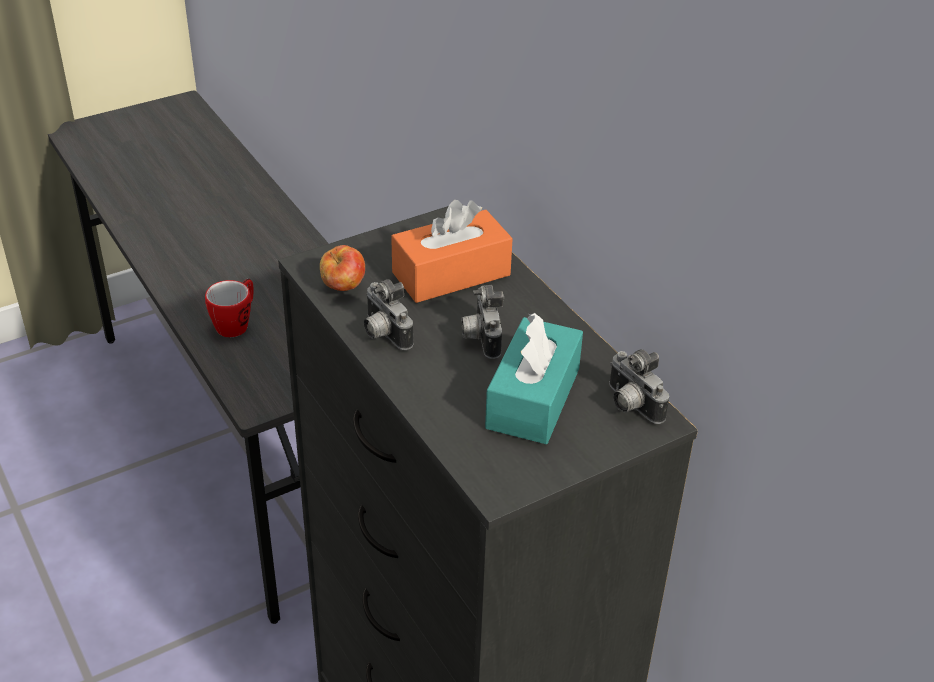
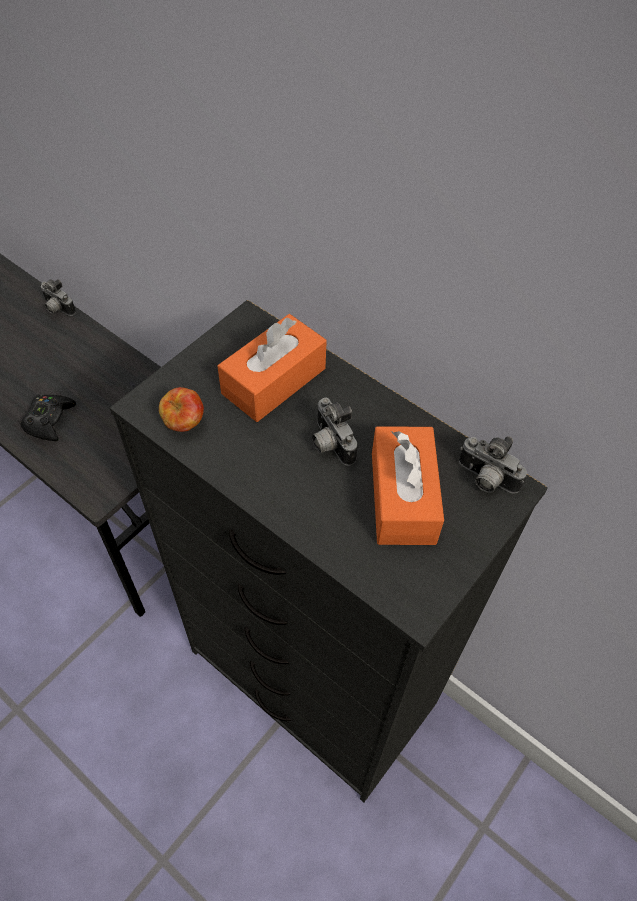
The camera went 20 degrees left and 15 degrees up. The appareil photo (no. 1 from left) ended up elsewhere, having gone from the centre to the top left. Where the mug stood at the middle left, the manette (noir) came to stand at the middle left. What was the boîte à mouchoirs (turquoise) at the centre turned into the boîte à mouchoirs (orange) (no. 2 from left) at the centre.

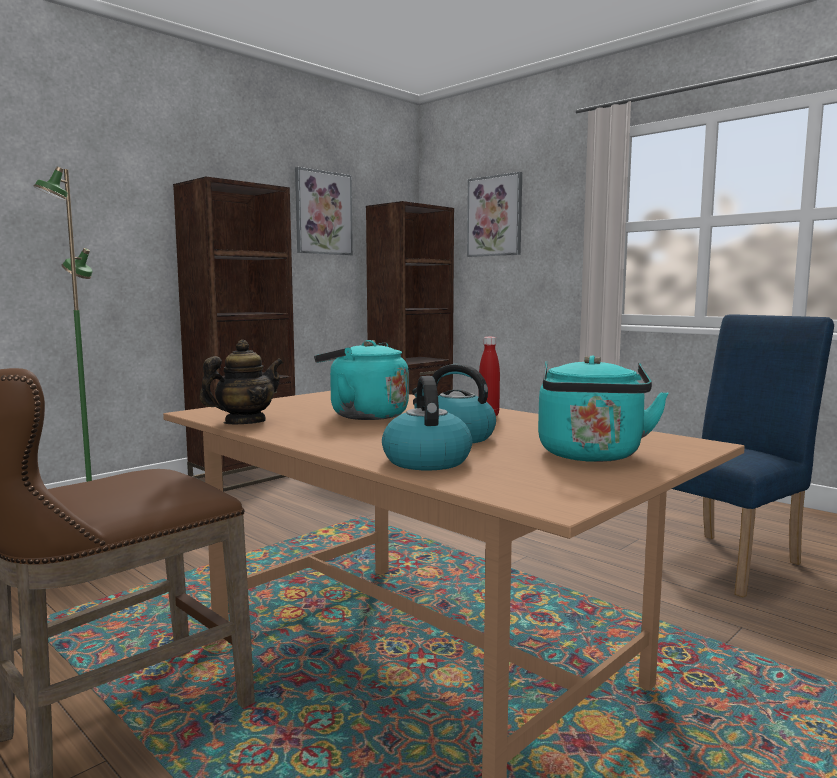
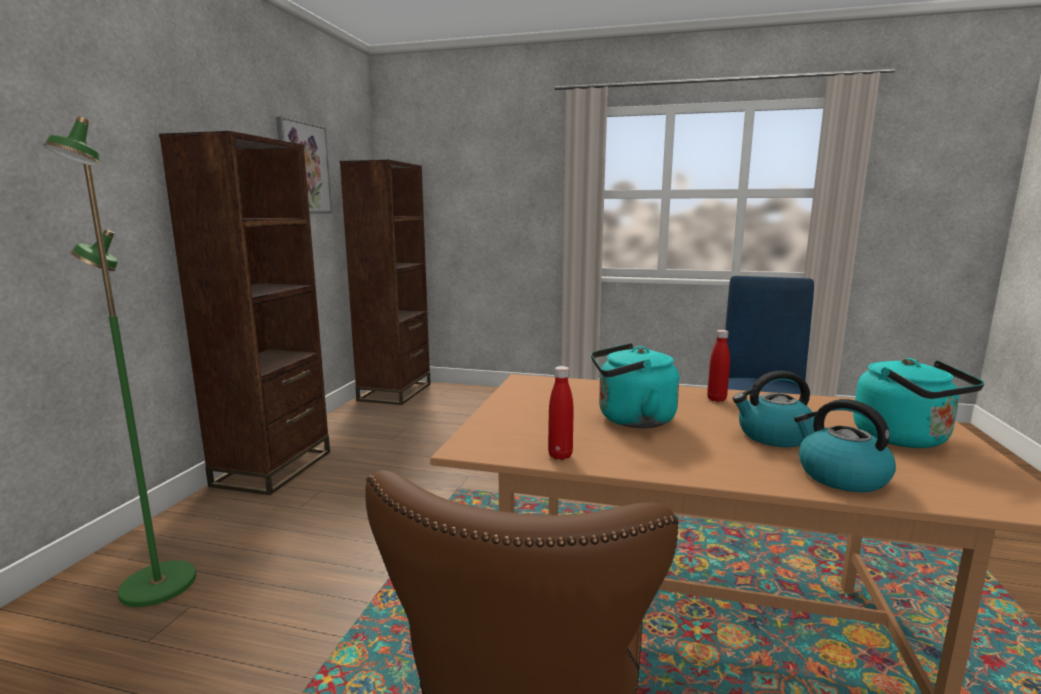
The camera went 30 degrees left and 5 degrees up. The second view lost the tableau (no. 2 from left) at the top centre. Where the théière stood at the middle left, the bouteille (rouge) (no. 1 from left) came to stand at the centre.

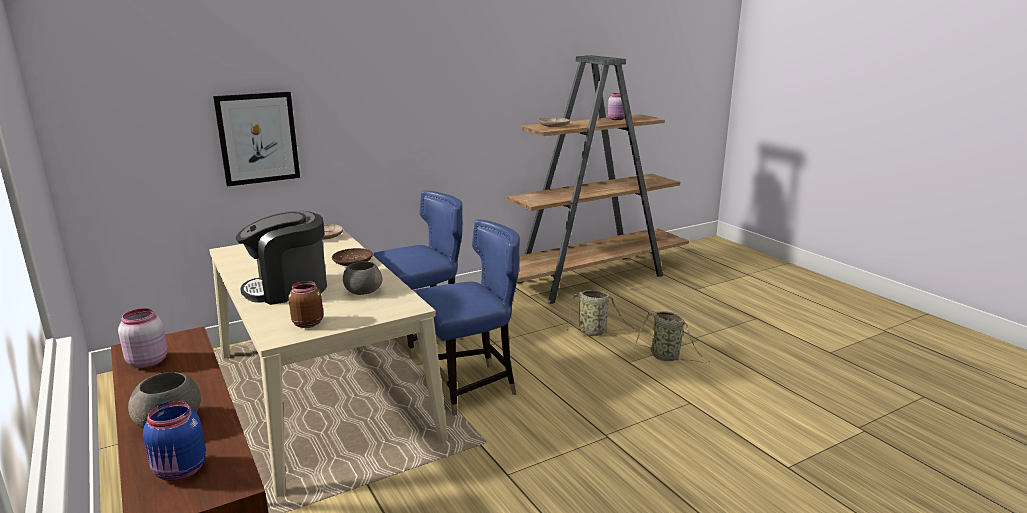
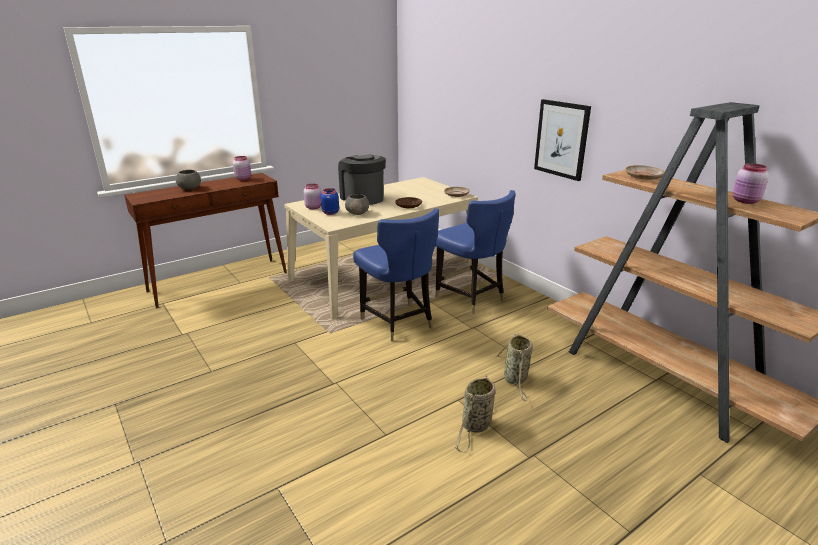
The camera went 85 degrees right and 5 degrees up. The bocal (bleu) ended up elsewhere, having gone from the bottom left to the centre. The tableau ended up elsewhere, having gone from the top left to the top right. What was the bocal (marron) at the middle left turned into the bocal (rose) (no. 2 from left) at the centre.

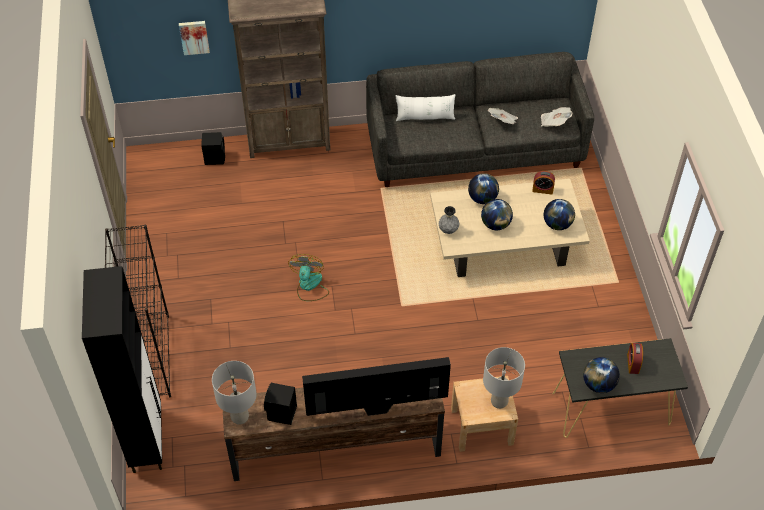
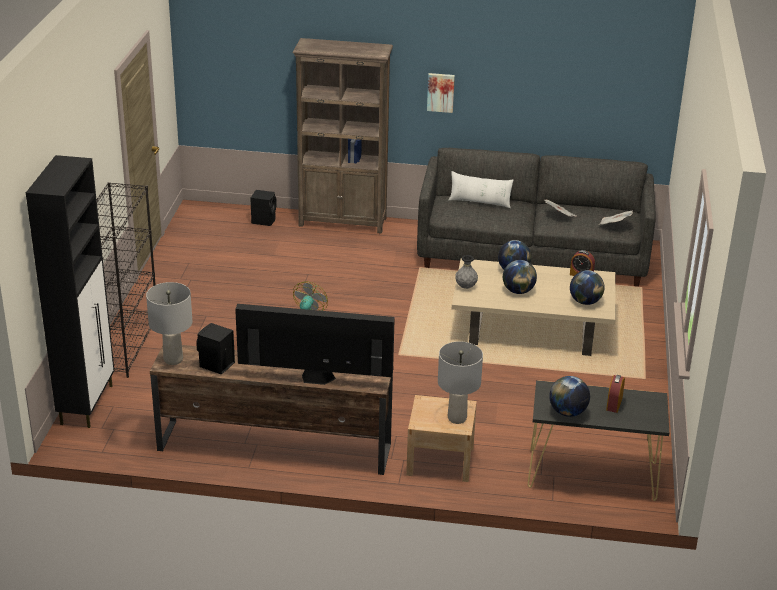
The camera went 15 degrees right and 20 degrees down. The tableau ended up elsewhere, having gone from the top left to the top centre.

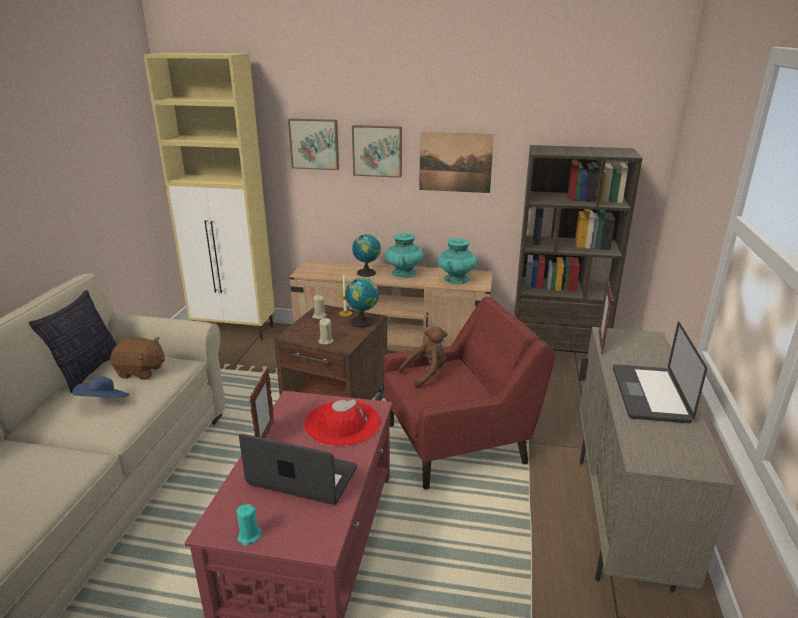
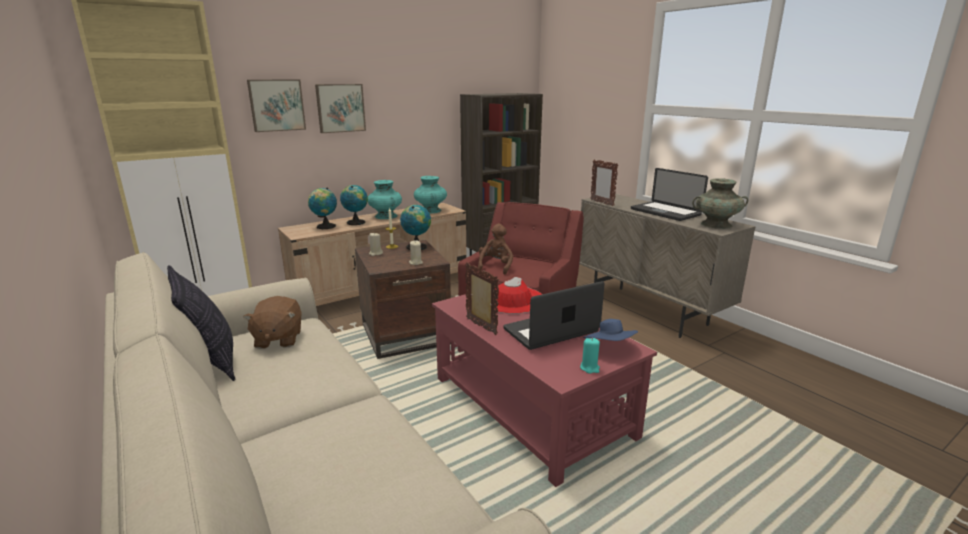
The camera went 45 degrees left and 5 degrees down. The second view lost the tableau (no. 3 from left) at the top centre. The second view gained the globe (no. 1 from left) at the middle left. The second view gained the vase (turquoise) (no. 3 from left) at the middle right. The chapeau (bleu) ended up elsewhere, having gone from the middle left to the centre. The peluche (marron) (no. 1 from left) at the middle left ended up facing another way, 120 degrees clockwise from before.

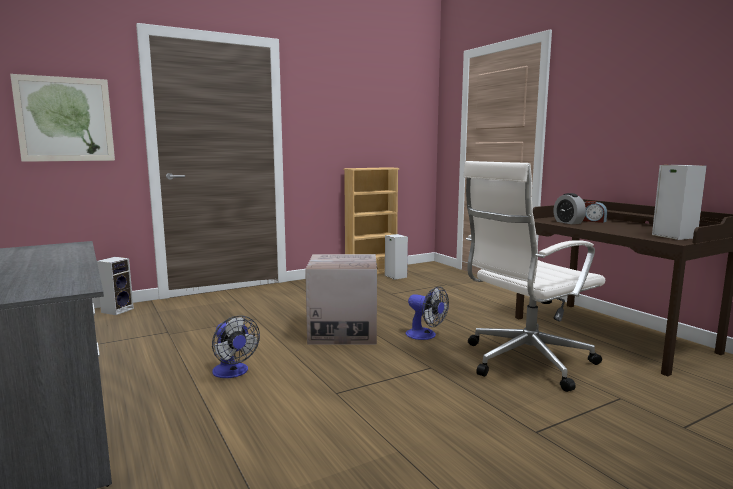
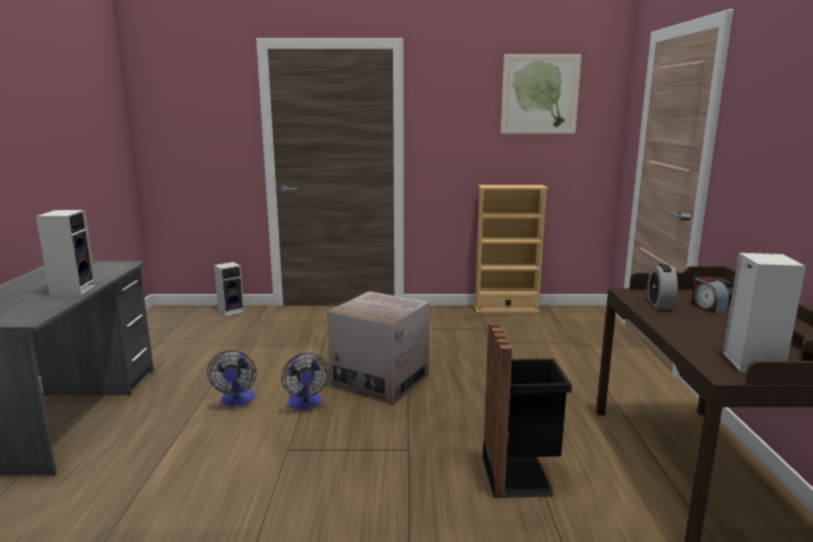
The camera went 30 degrees right and 5 degrees up. The tableau ended up elsewhere, having gone from the top left to the top centre. The enceinte (no. 2 from left in the first image) ended up elsewhere, having gone from the centre to the middle left. The ventilateur (no. 2 from left) ended up elsewhere, having gone from the centre to the bottom centre. Where the chaise de bureau (blanc) stood at the middle right, the poubelle (noir) came to stand at the bottom centre.

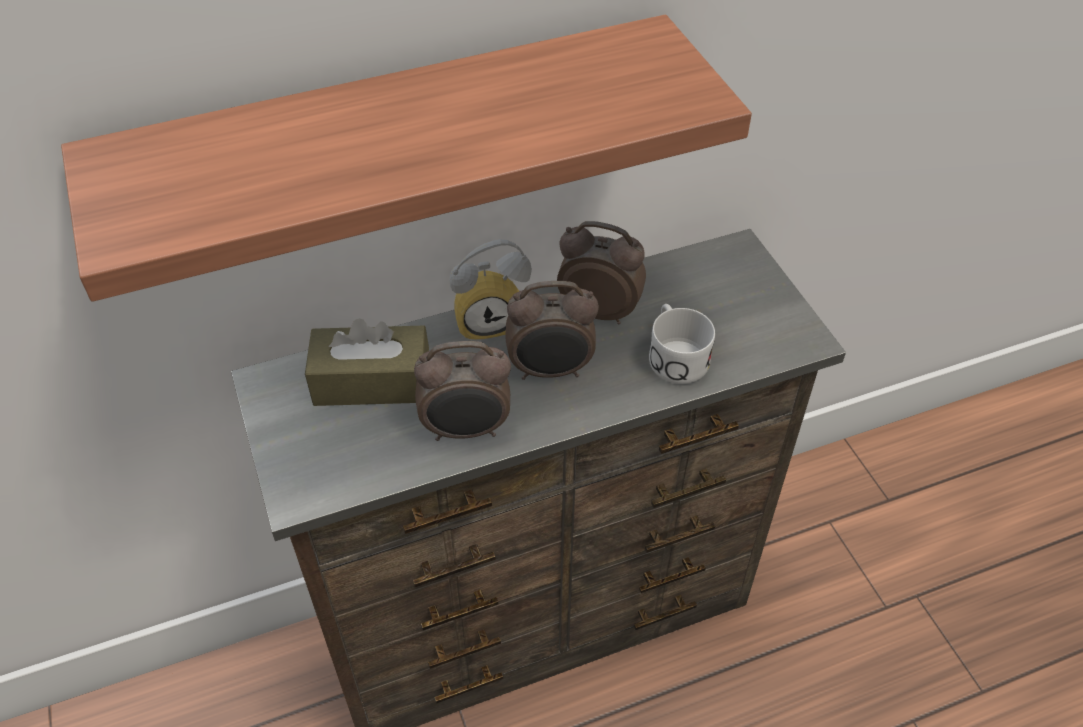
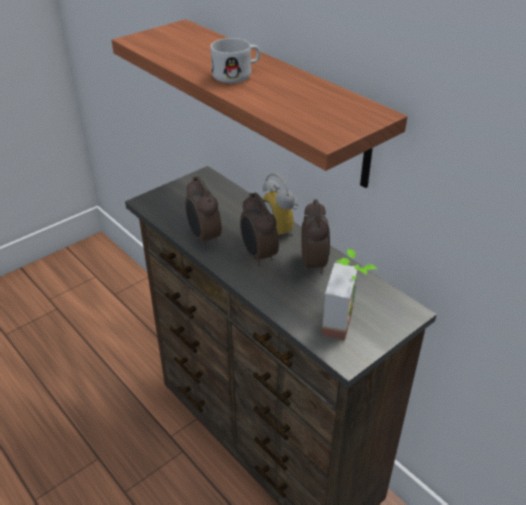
The camera went 70 degrees right and 10 degrees down. The second view lost the boîte à mouchoirs (marron) at the centre. The second view gained the plante en pot at the centre. The mug (blanc) ended up elsewhere, having gone from the centre to the top centre.

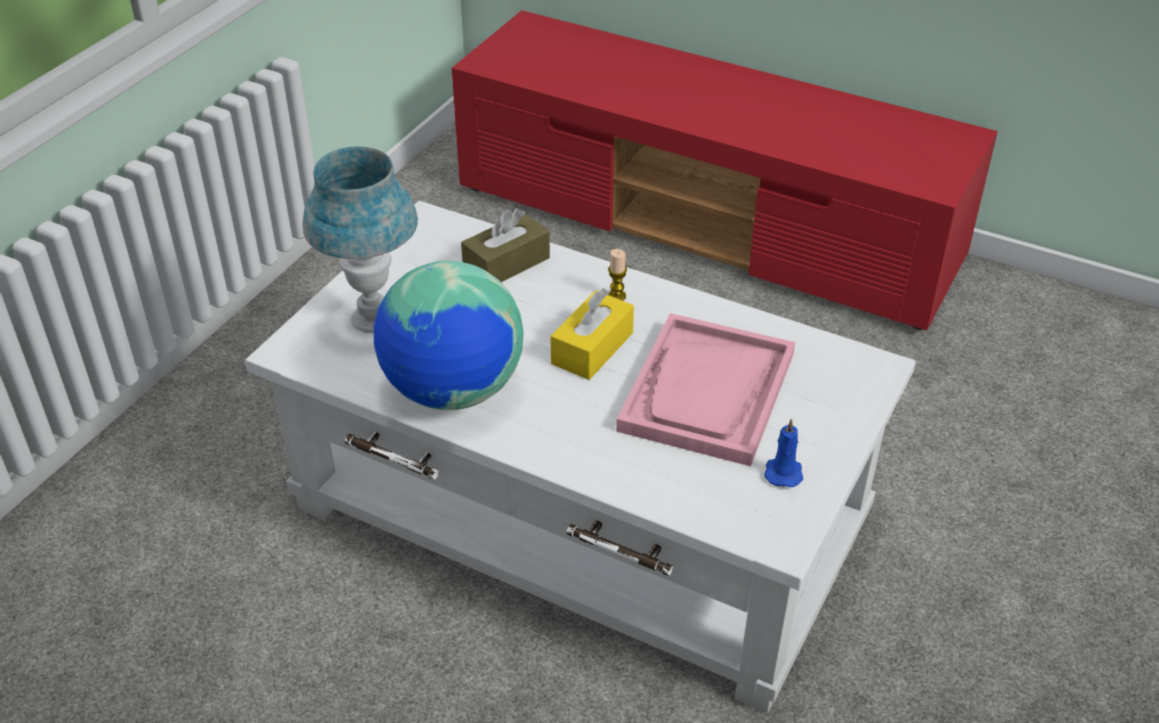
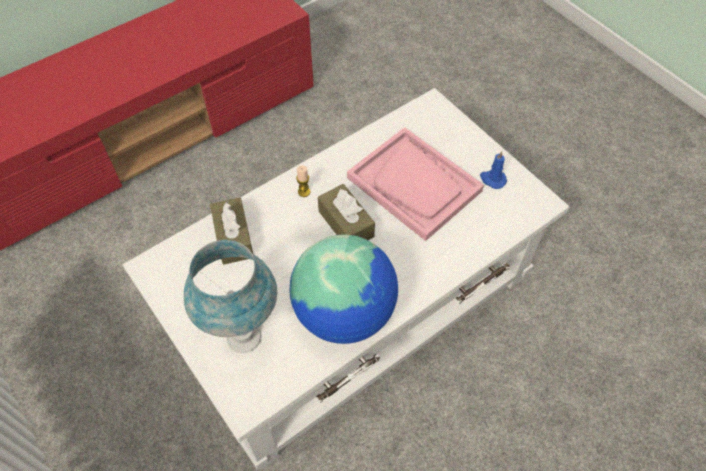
The camera went 65 degrees left and 15 degrees up. What was the boîte à mouchoirs (jaune) at the centre turned into the boîte à mouchoirs (marron) (no. 2 from left) at the centre.

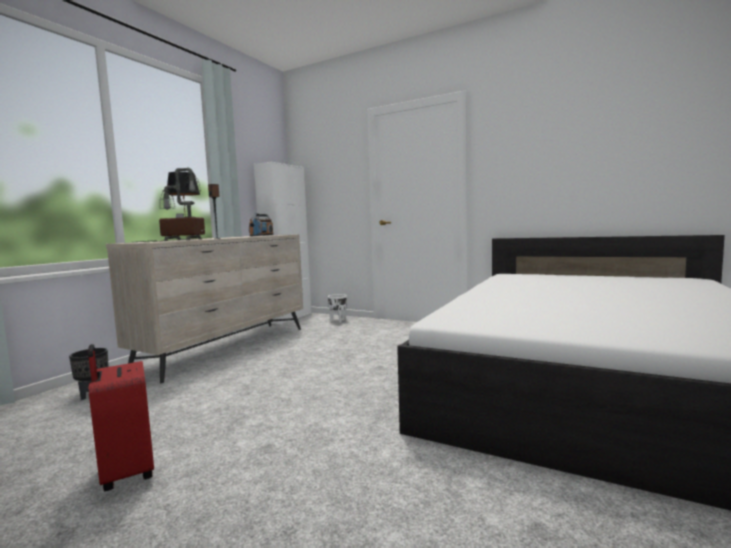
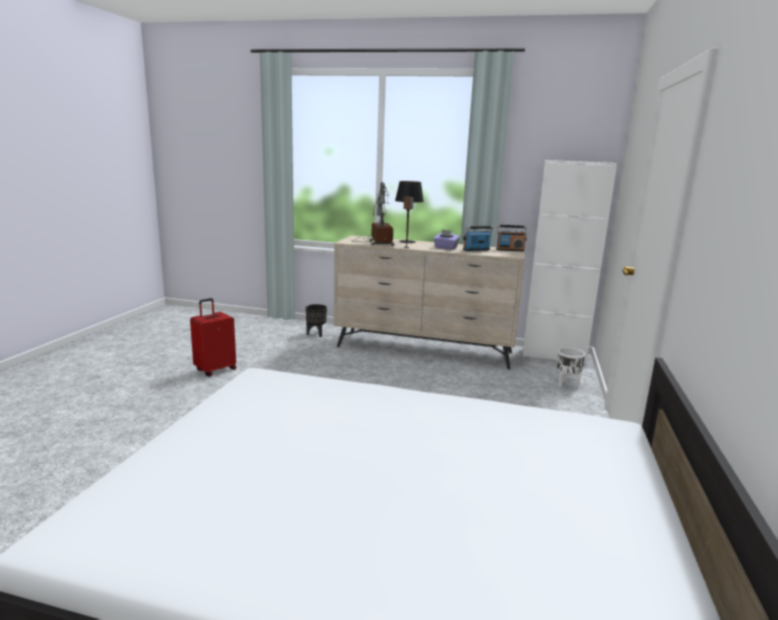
The camera went 75 degrees right and 10 degrees up. The second view gained the boîte à mouchoirs (violet) at the centre.

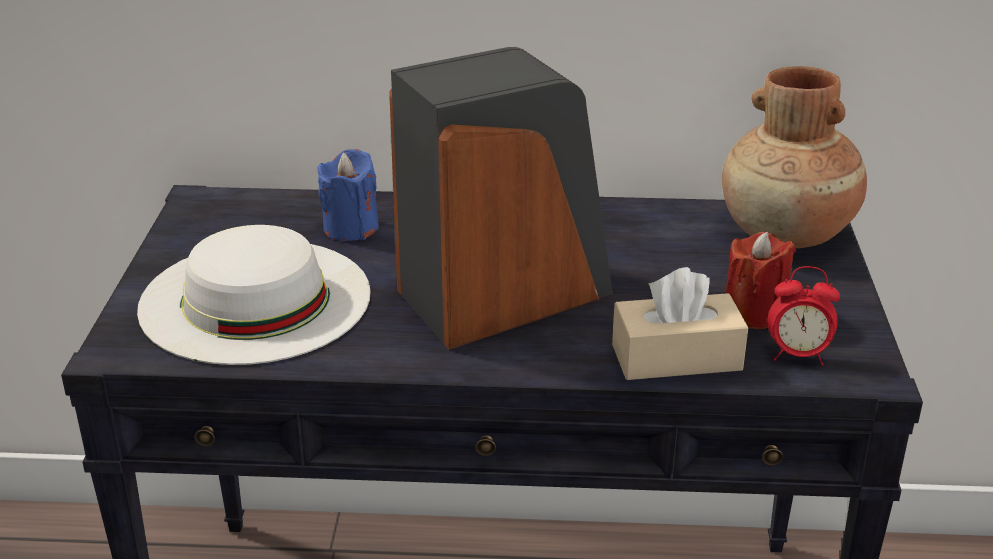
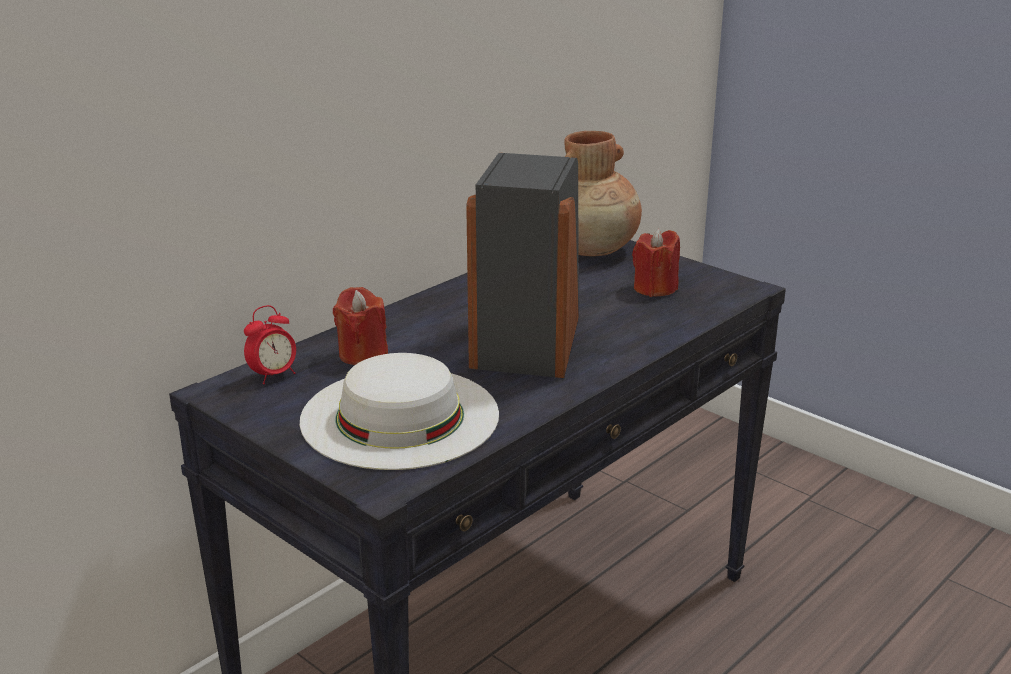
The camera went 50 degrees left and 5 degrees down. The second view lost the boîte à mouchoirs (beige) at the middle right. The réveil ended up elsewhere, having gone from the middle right to the middle left. What was the bougie (bleu) at the centre turned into the bougie (rouge) (no. 1 from left) at the centre.

